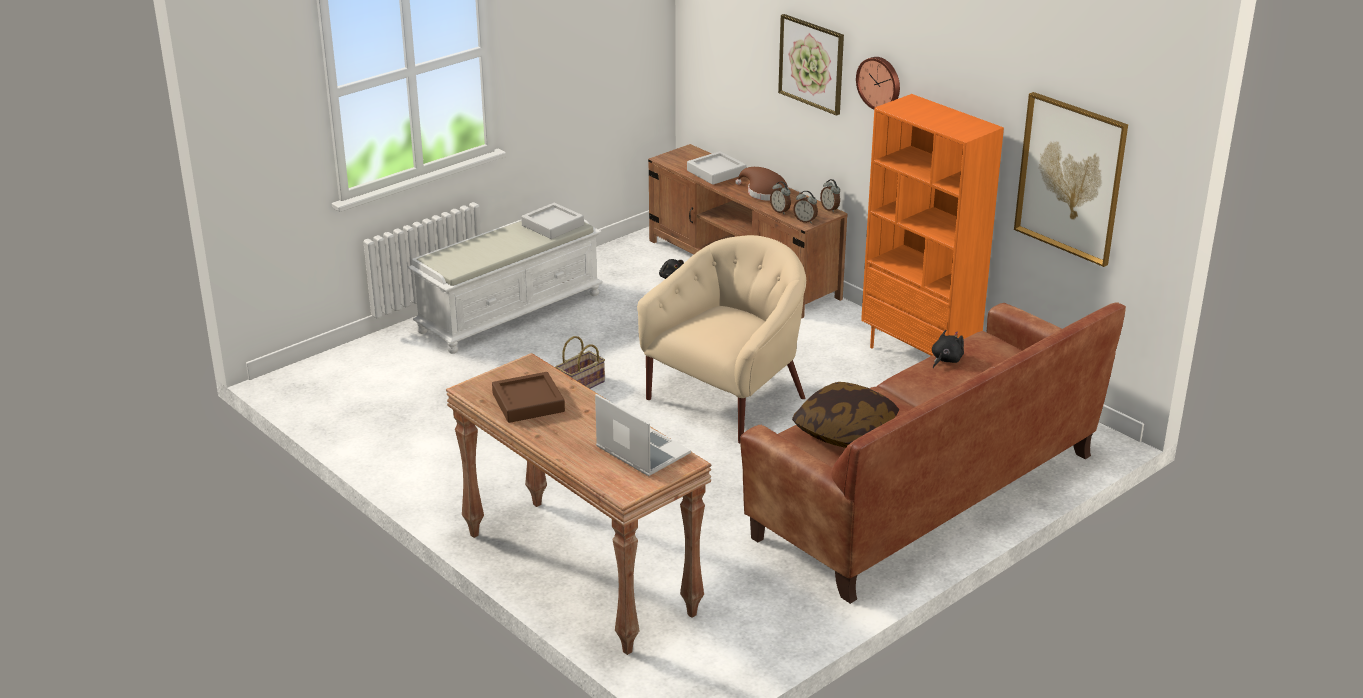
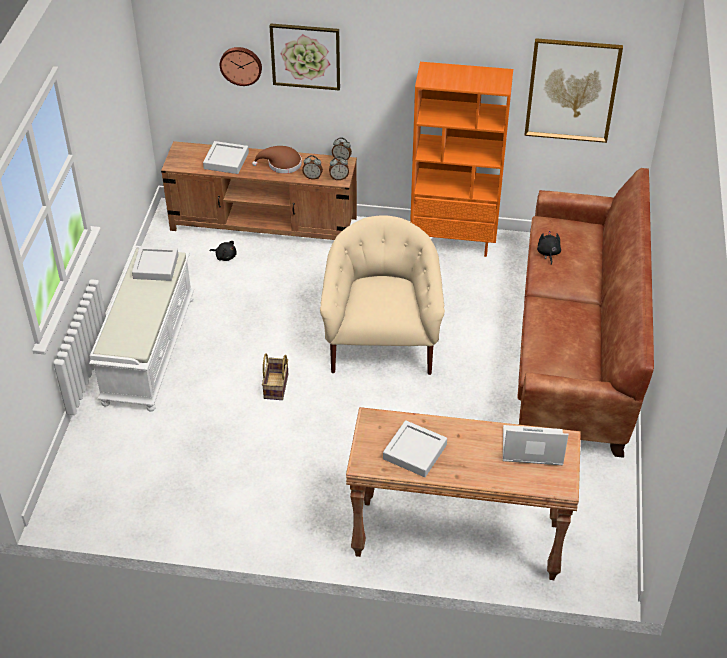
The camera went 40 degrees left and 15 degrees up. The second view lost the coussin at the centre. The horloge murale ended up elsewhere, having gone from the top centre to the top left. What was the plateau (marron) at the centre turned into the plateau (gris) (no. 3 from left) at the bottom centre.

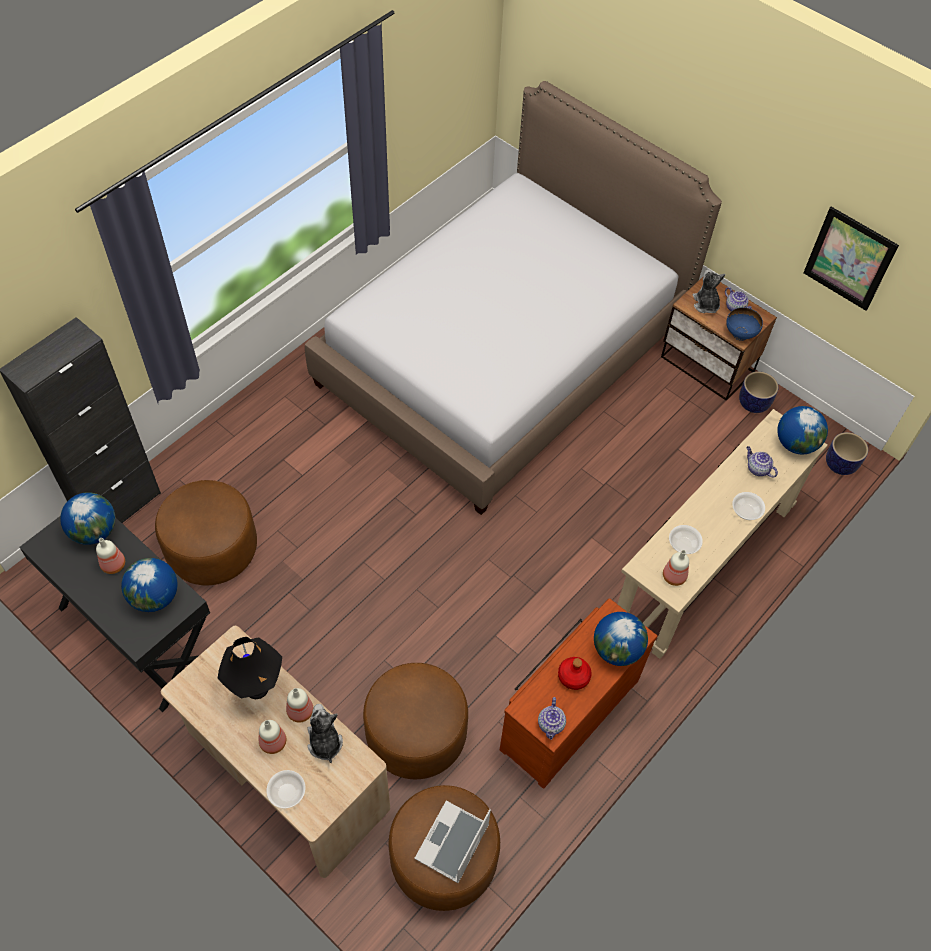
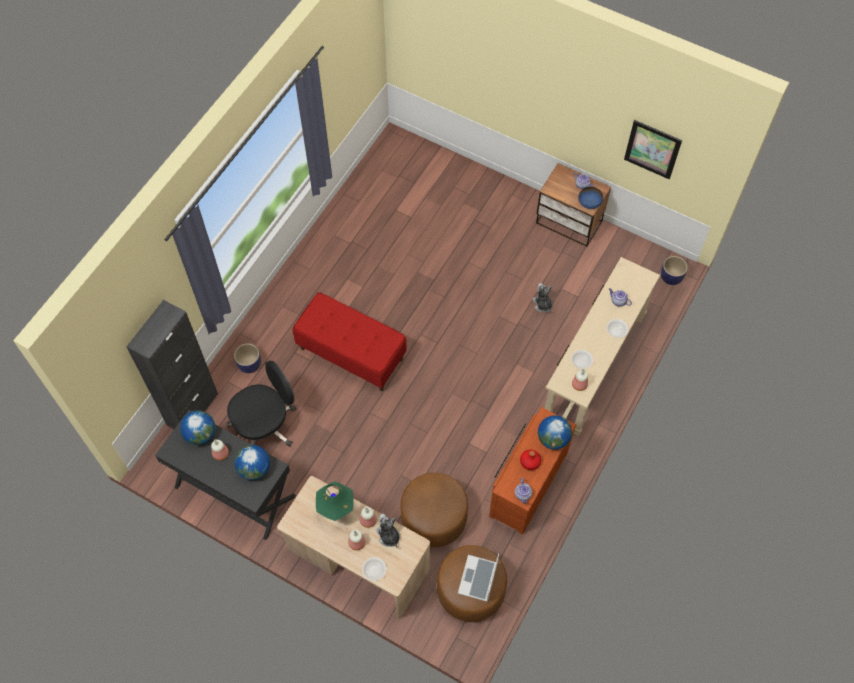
The camera went 10 degrees left and 5 degrees up. The second view lost the lit at the top centre. The second view lost the globe (no. 4 from left) at the middle right. The second view gained the banc (rouge) at the centre. The peluche (no. 2 from left) ended up elsewhere, having gone from the top right to the centre. The cache-pot (no. 1 from left) ended up elsewhere, having gone from the middle right to the middle left. Where the pouf (marron) (no. 1 from left) stood at the middle left, the chaise de bureau (noir) came to stand at the middle left. What was the lampe de table (noir) at the bottom left turned into the lampe de table (vert) at the bottom centre.

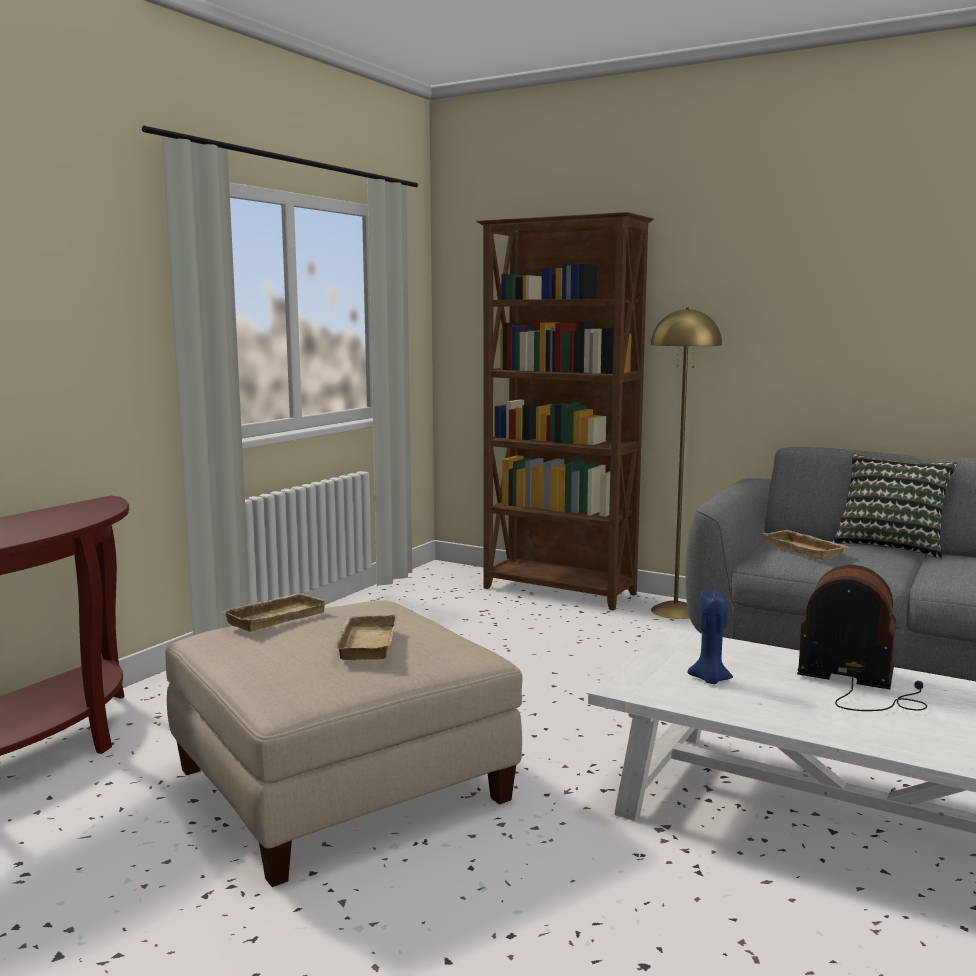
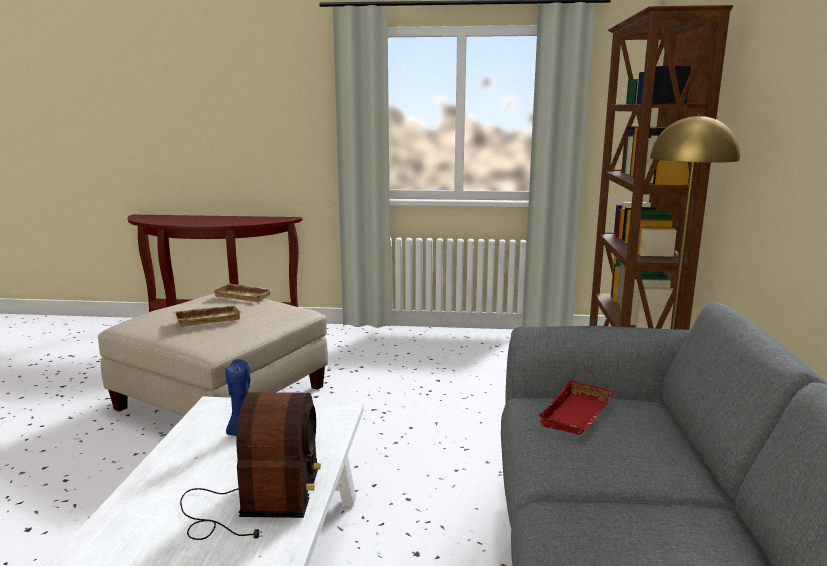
The camera went 65 degrees right and 5 degrees up. The second view lost the coussin at the middle right. What was the plateau (beige) (no. 3 from left) at the middle right turned into the plateau (rouge) at the bottom right.

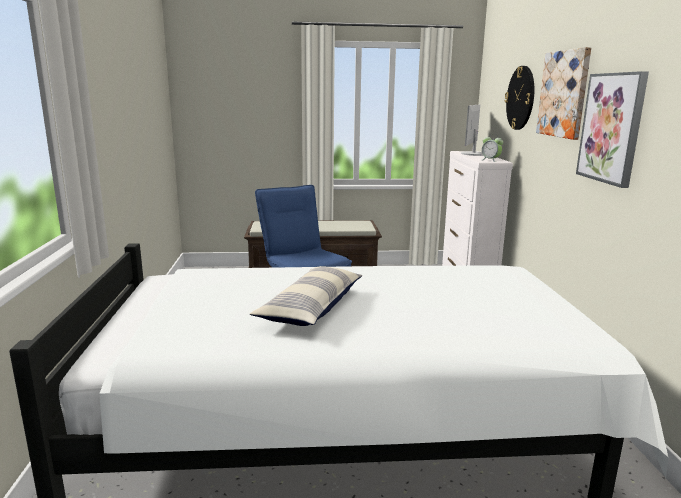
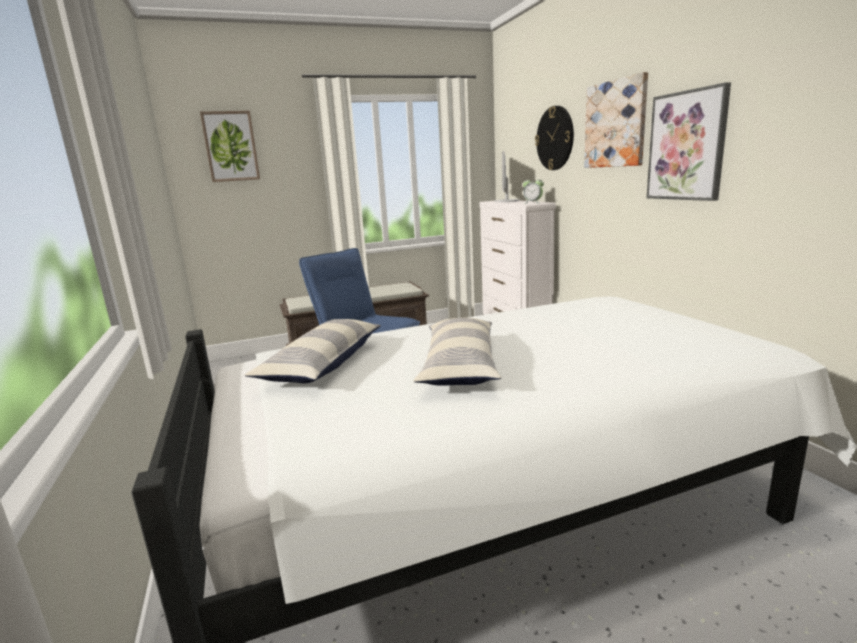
The camera went 15 degrees left and 0 degrees up. The second view gained the tableau (no. 1 from left) at the top left. The second view gained the coussin (no. 1 from left) at the centre.

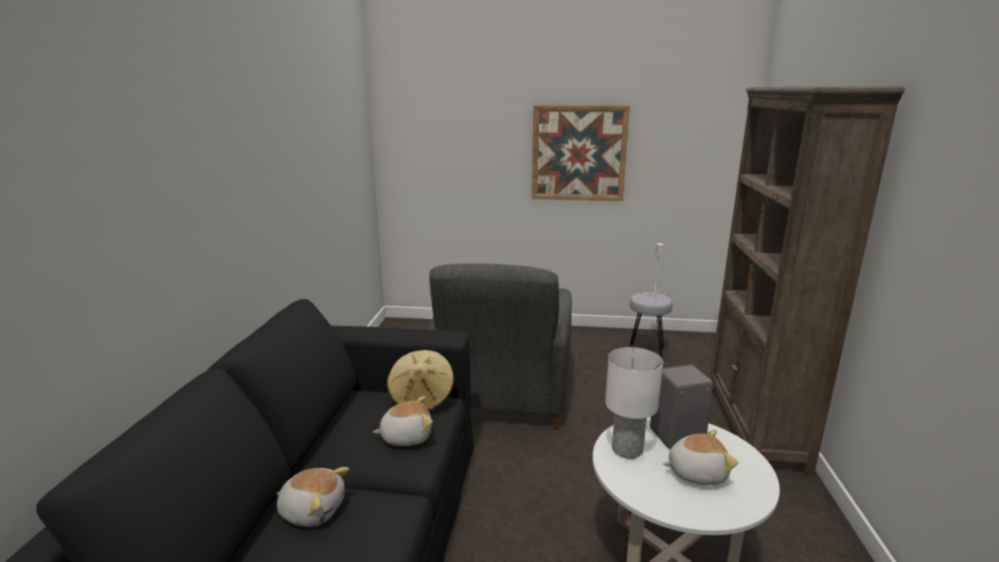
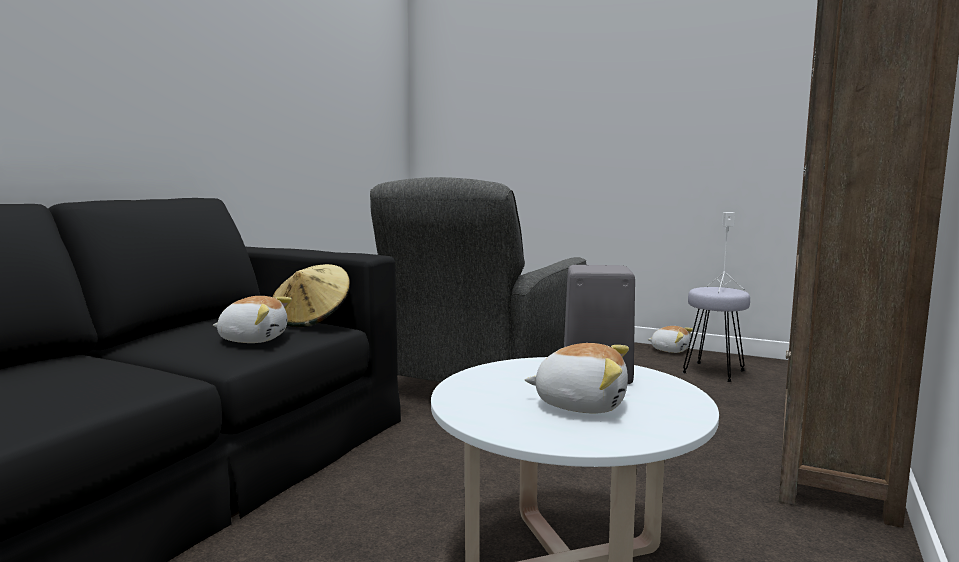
The camera went 20 degrees right and 10 degrees down. The second view lost the tableau at the top centre. The second view lost the lampe de table (blanc) at the bottom centre. The peluche (no. 1 from left in the first image) ended up elsewhere, having gone from the bottom left to the middle right.

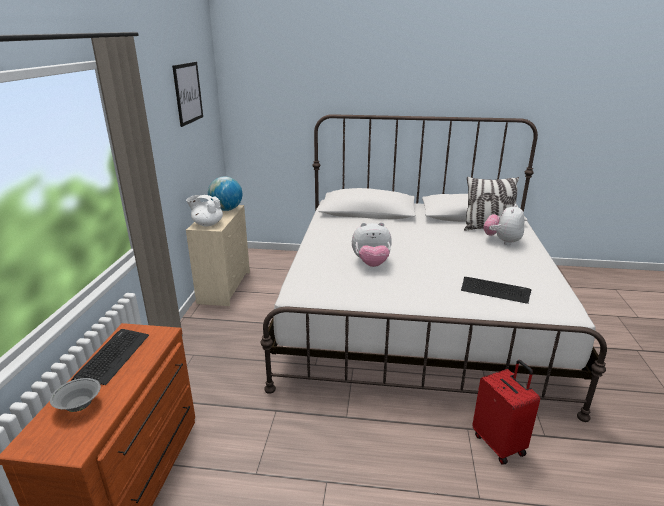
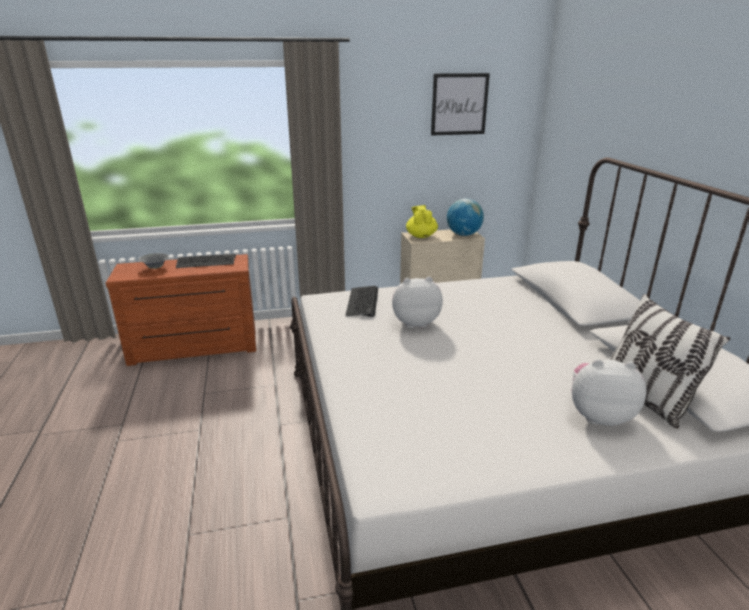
The camera went 70 degrees right and 0 degrees up. The second view lost the valise (rouge) at the bottom right. The clavier (no. 2 from left) ended up elsewhere, having gone from the middle right to the centre. What was the théière (blanc) at the middle left turned into the théière (jaune) at the centre. The peluche (no. 1 from left) at the centre ended up facing another way, 105 degrees clockwise from before.

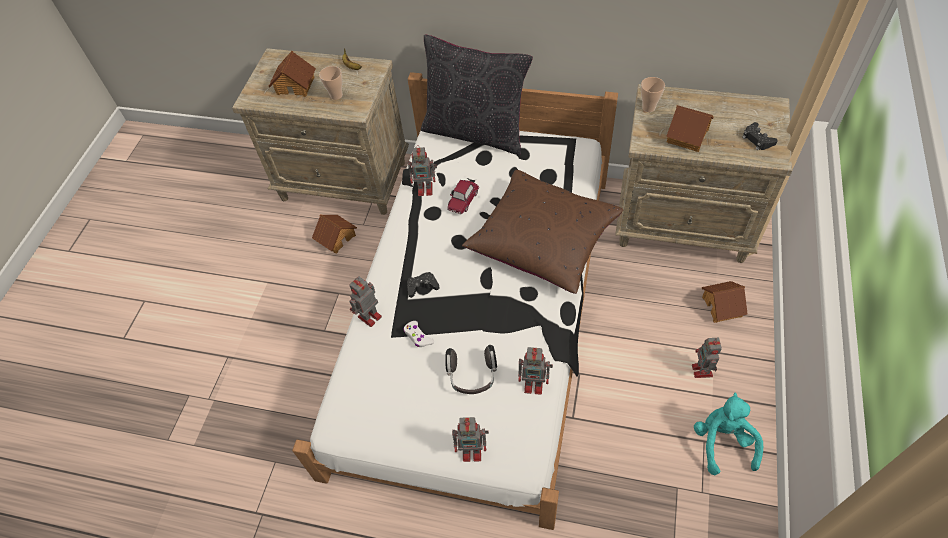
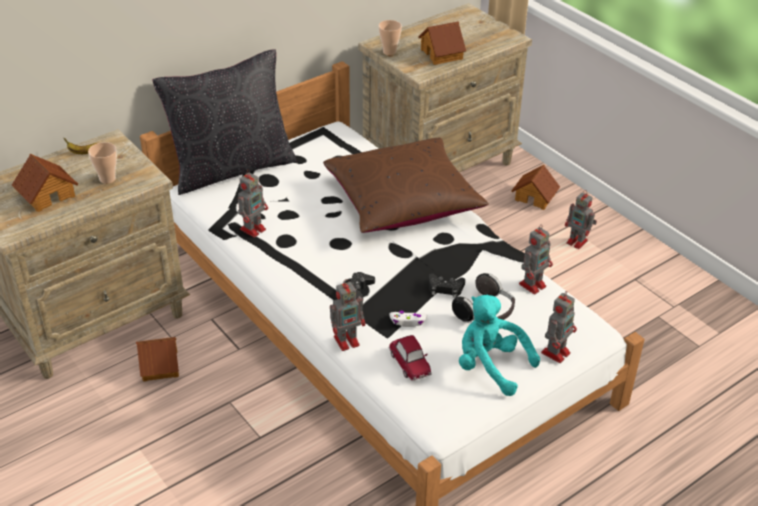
The camera went 55 degrees left and 15 degrees down. The petite voiture ended up elsewhere, having gone from the centre to the bottom centre. The peluche (turquoise) ended up elsewhere, having gone from the bottom right to the bottom centre. The manette (noir) (no. 2 from left) ended up elsewhere, having gone from the top right to the centre. The robot jouet (no. 1 from left in the first image) at the centre ended up facing another way, 105 degrees counterclockwise from before.

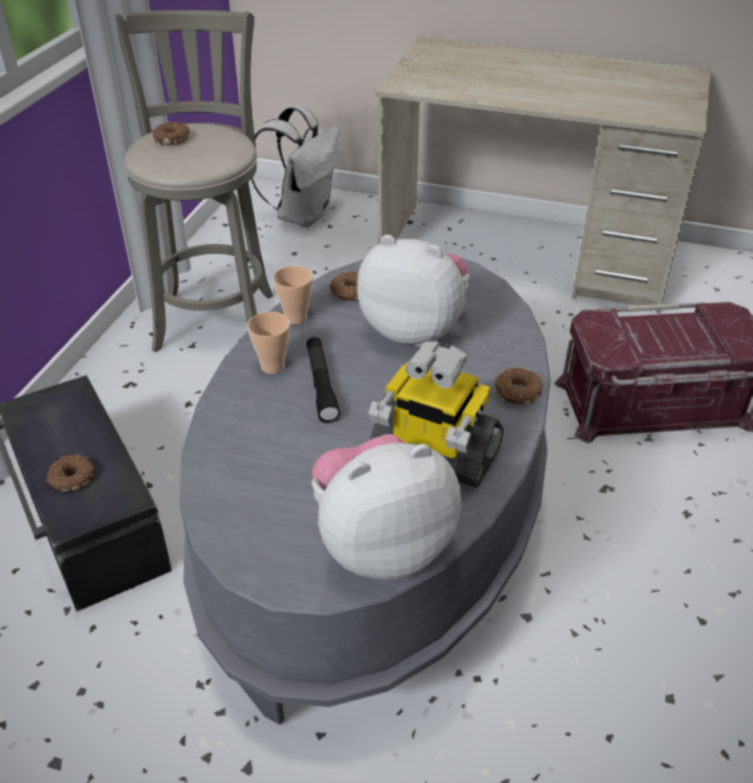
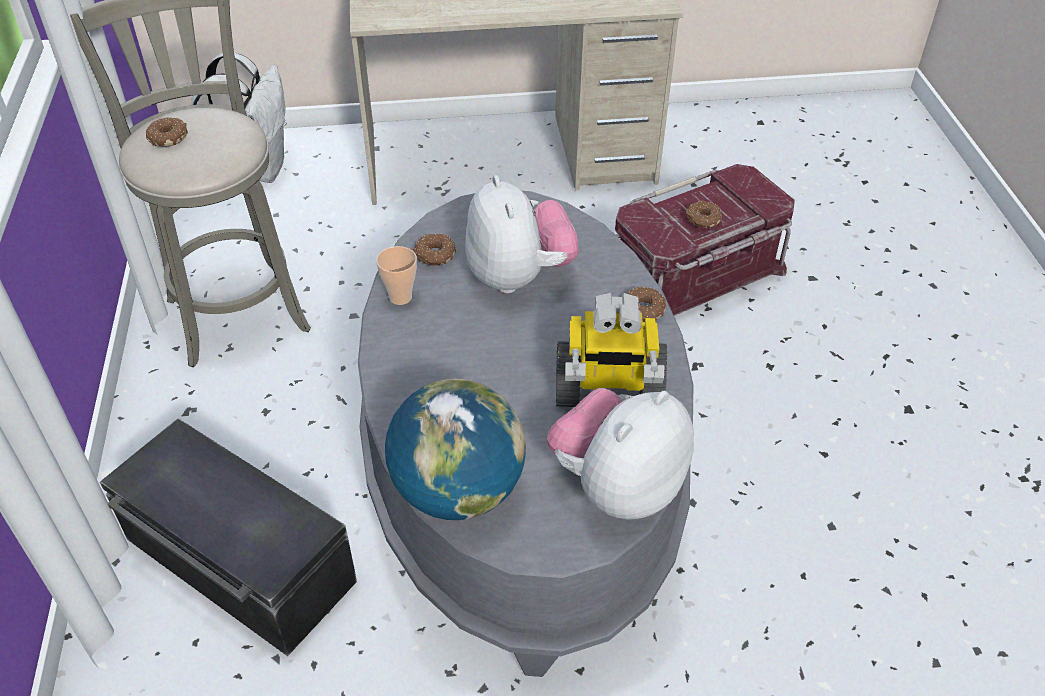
The camera went 25 degrees left and 5 degrees up. The second view lost the tasse (no. 1 from left) at the centre. The second view lost the lampe de poche (noir) at the centre. The second view gained the globe at the centre. The beignet (no. 1 from left in the first image) ended up elsewhere, having gone from the middle left to the top right. The peluche (no. 2 from left in the first image) at the centre ended up facing another way, 75 degrees clockwise from before.

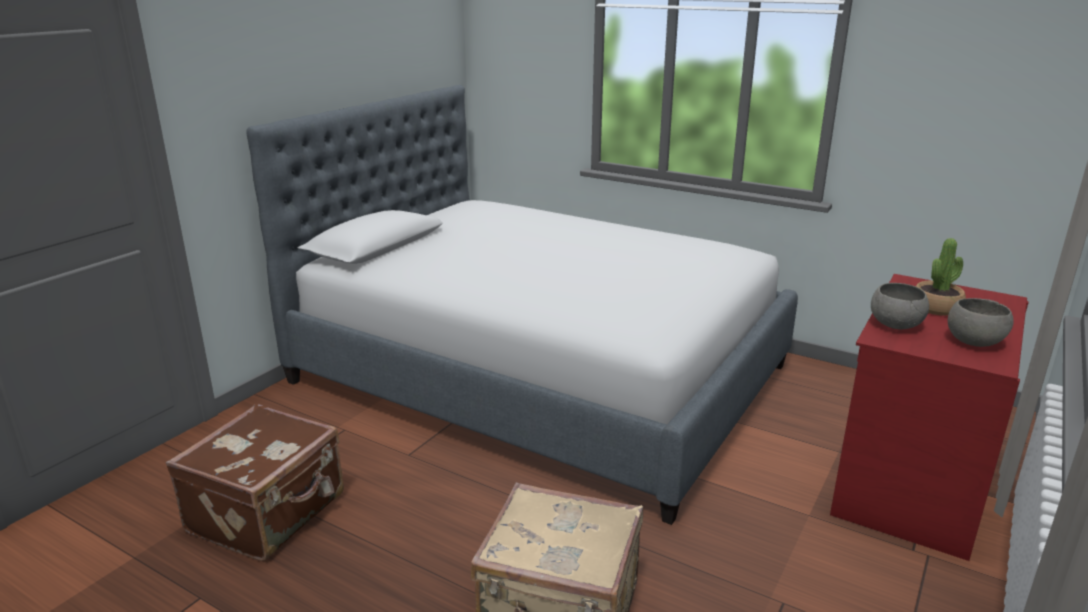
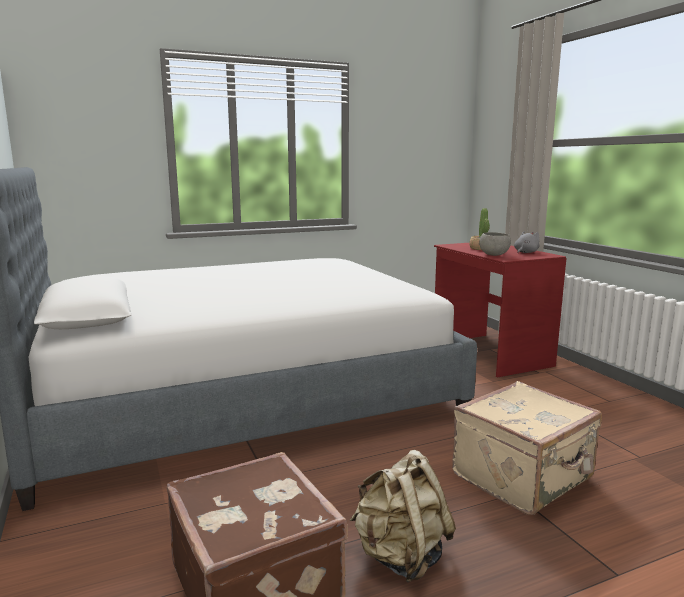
The camera went 55 degrees left and 10 degrees down. The second view gained the sac à dos (beige) at the bottom centre. Where the bol (gris) (no. 2 from left) stood at the middle right, the peluche (gris) came to stand at the middle right.

